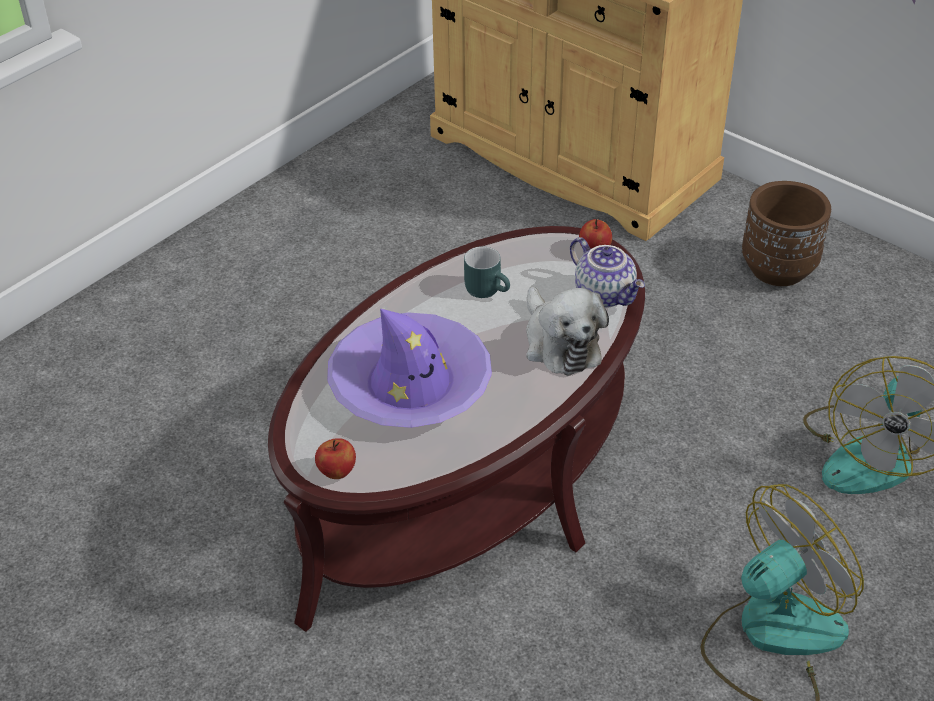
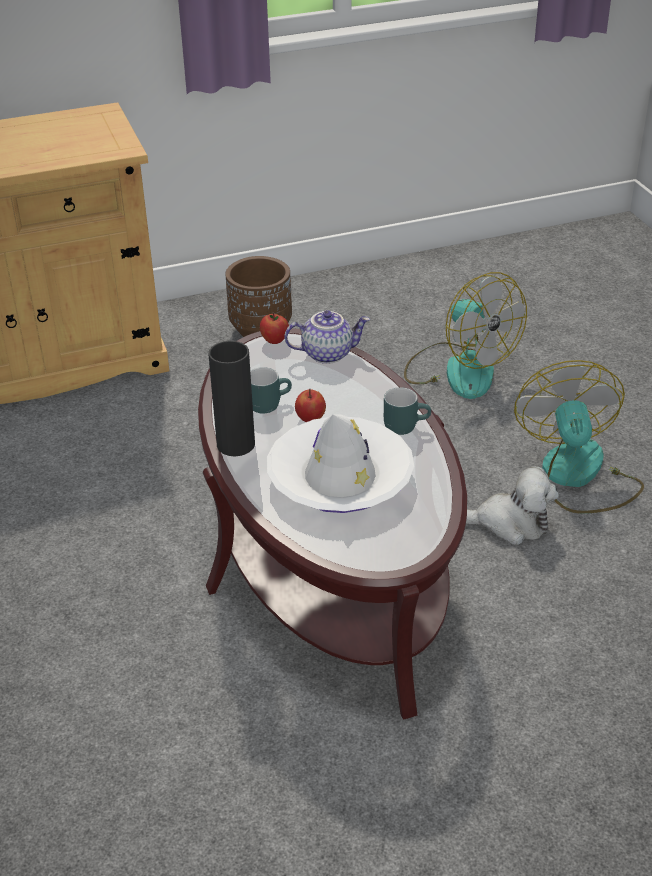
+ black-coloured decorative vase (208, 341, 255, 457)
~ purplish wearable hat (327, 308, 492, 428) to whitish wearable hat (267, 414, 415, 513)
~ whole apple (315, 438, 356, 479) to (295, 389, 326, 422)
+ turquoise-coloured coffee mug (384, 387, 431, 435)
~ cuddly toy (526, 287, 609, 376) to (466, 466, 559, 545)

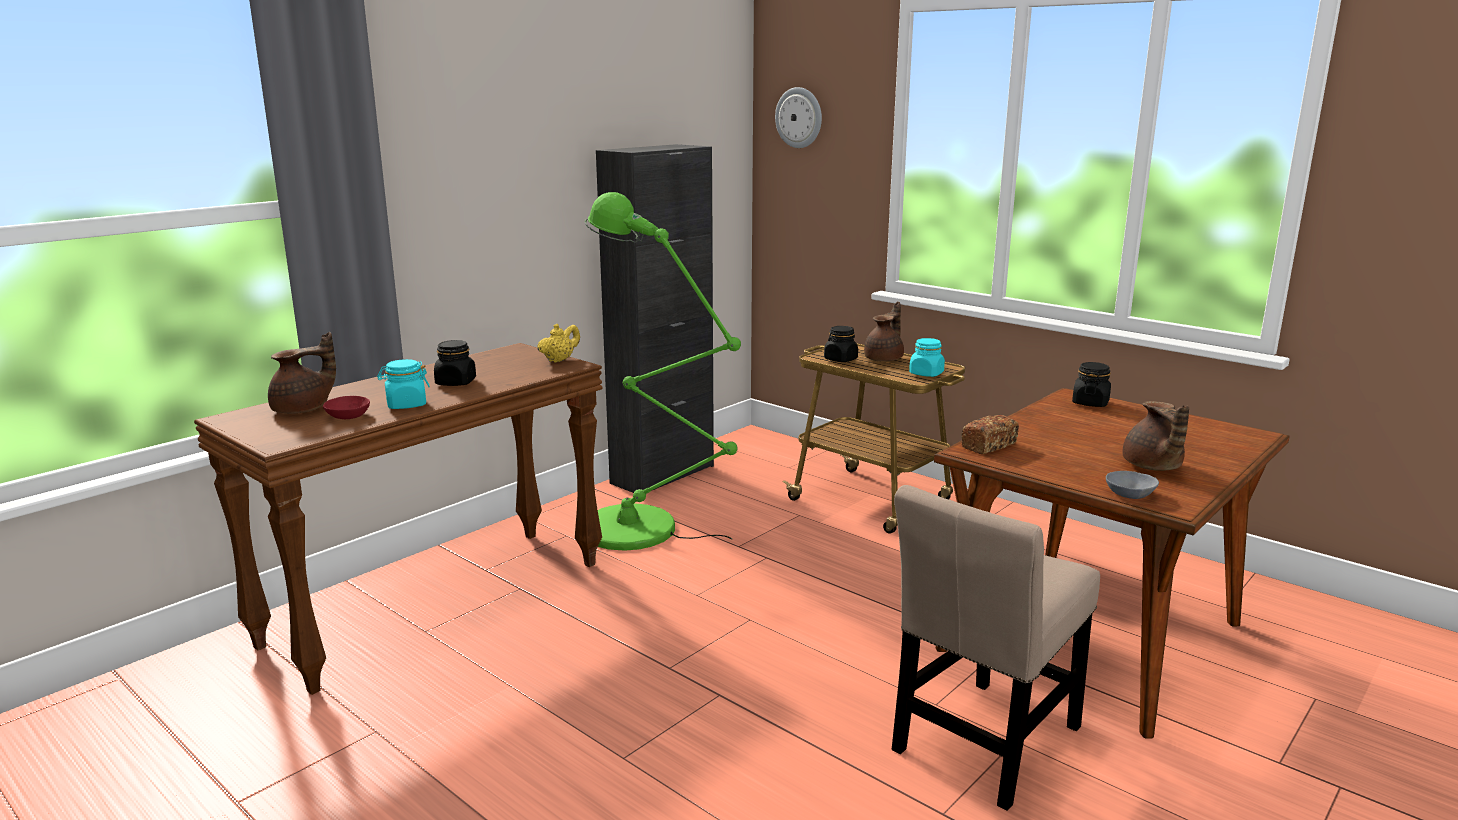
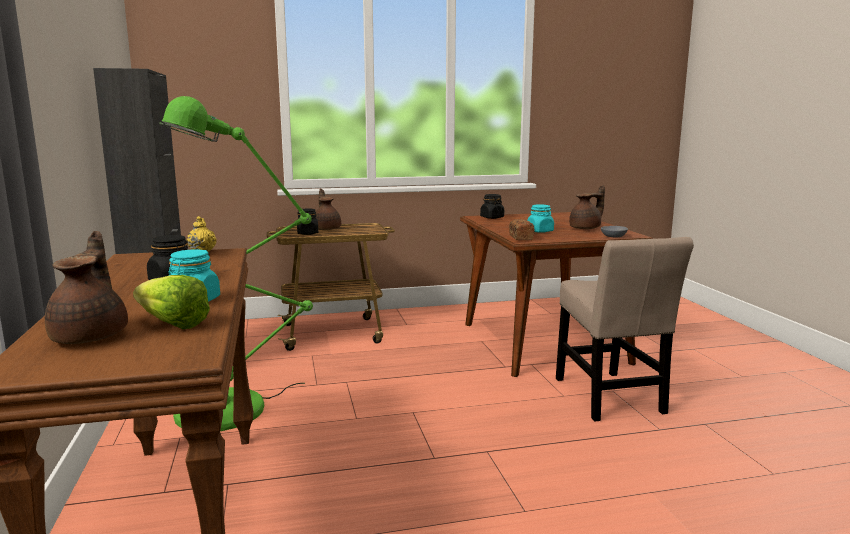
~ reddish serving bowl (323, 396, 370, 419) to head of lettuce (133, 275, 210, 329)
~ turquoise-coloured storage jar (909, 338, 945, 377) to (527, 204, 554, 233)
~ brown pot for tea (1122, 401, 1189, 471) = (569, 185, 605, 229) 60 degrees counterclockwise
- wall clock (775, 87, 822, 148)

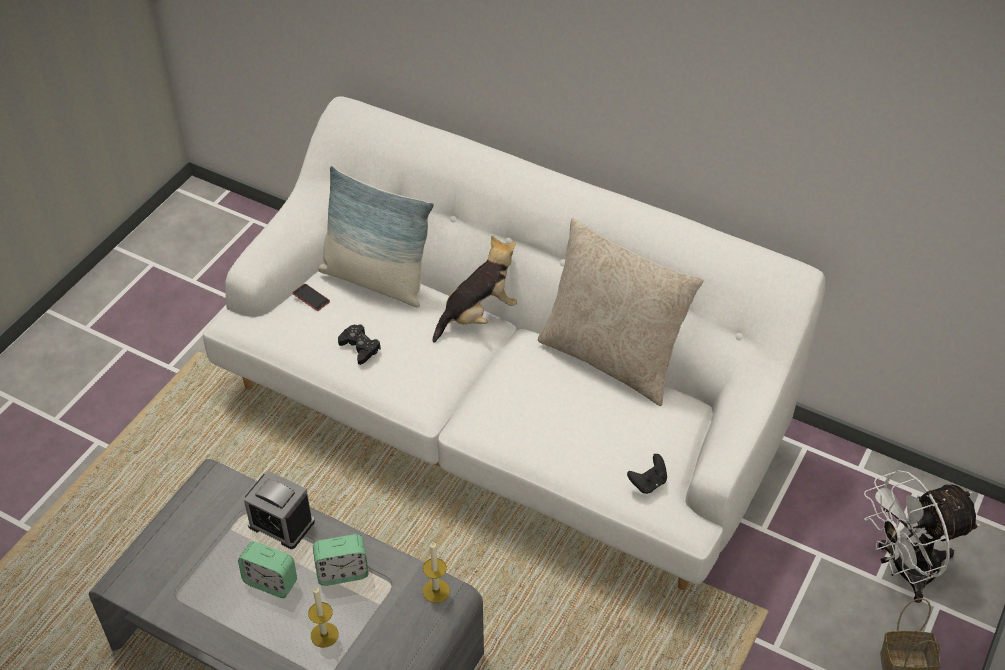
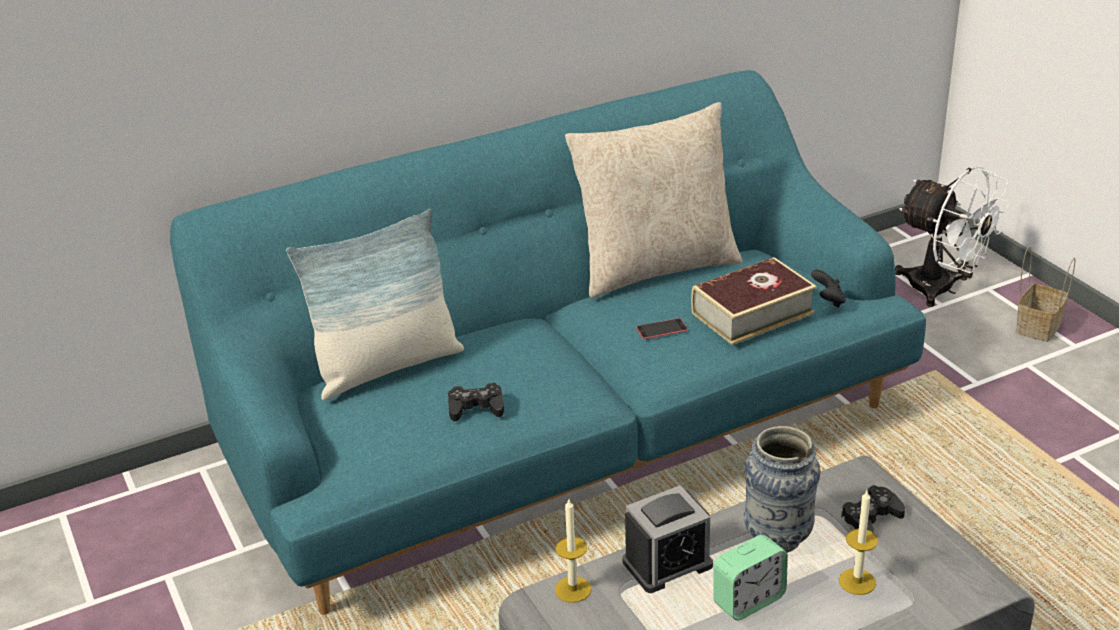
~ whitish couch (203, 96, 826, 590) to turquoise-coloured couch (170, 70, 926, 615)
~ wax candle (423, 542, 450, 603) to (555, 499, 591, 603)
~ handset (292, 284, 330, 311) to (636, 318, 687, 339)
+ volume (691, 257, 817, 345)
~ table clock (313, 534, 369, 586) to decorative vase (744, 426, 820, 553)
+ black-coloured gamepad (841, 485, 905, 533)
~ whitish cooling fan (864, 470, 980, 603) = (895, 166, 1010, 307) 60 degrees counterclockwise
- cuddly toy (433, 235, 517, 343)

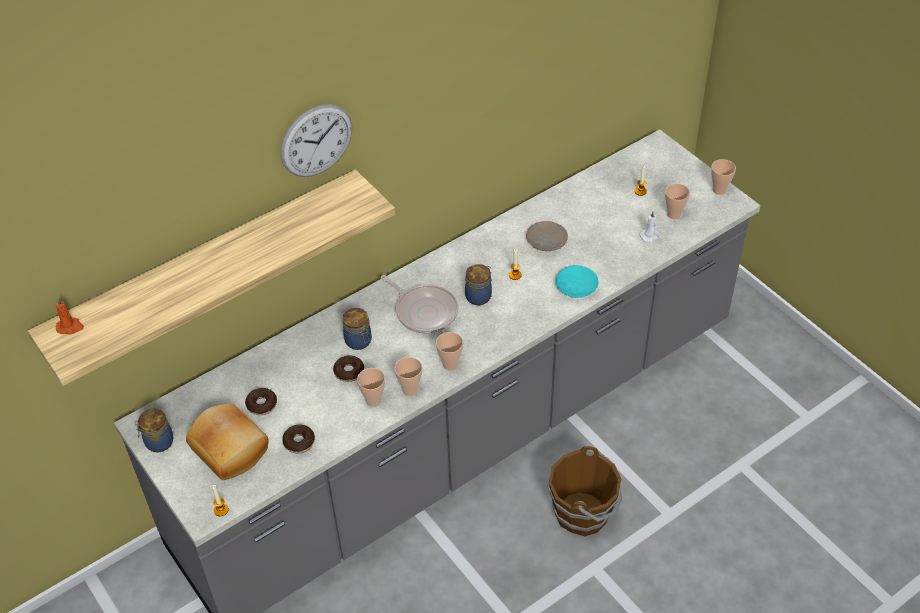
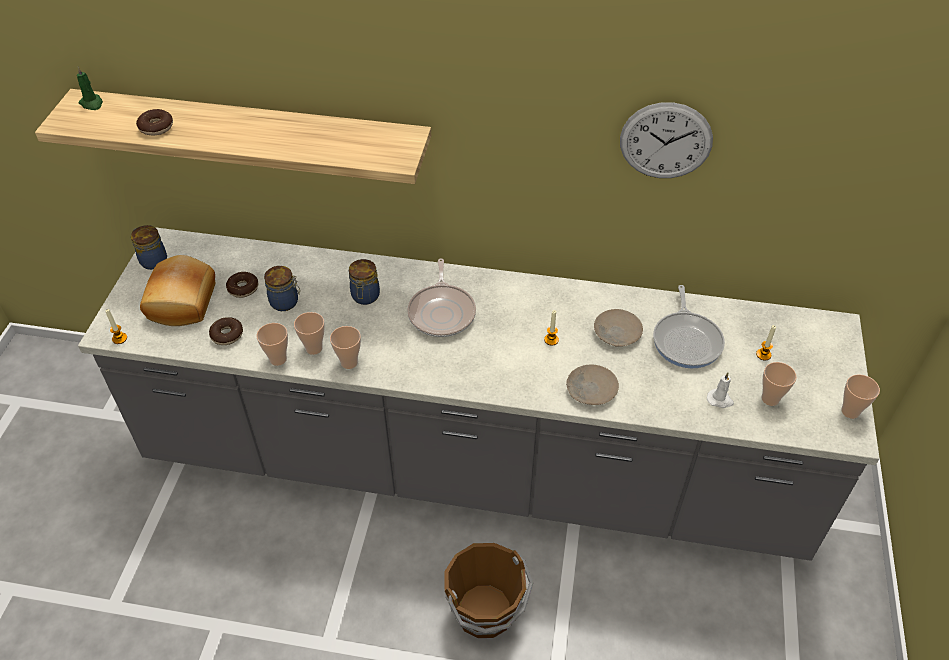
~ orangey wax candle (55, 298, 84, 335) to green-coloured wax candle (77, 66, 103, 110)
~ ring doughnut (333, 355, 364, 382) to (136, 109, 173, 135)
~ cup (436, 332, 463, 371) to (256, 323, 288, 366)
~ storage jar (465, 264, 492, 305) to (264, 266, 300, 311)
~ turquoise-coloured flat dish (555, 265, 598, 298) to beige-coloured flat dish (566, 365, 619, 405)
~ wall clock (281, 104, 352, 177) to (620, 102, 713, 178)
+ frying pan (653, 285, 725, 369)

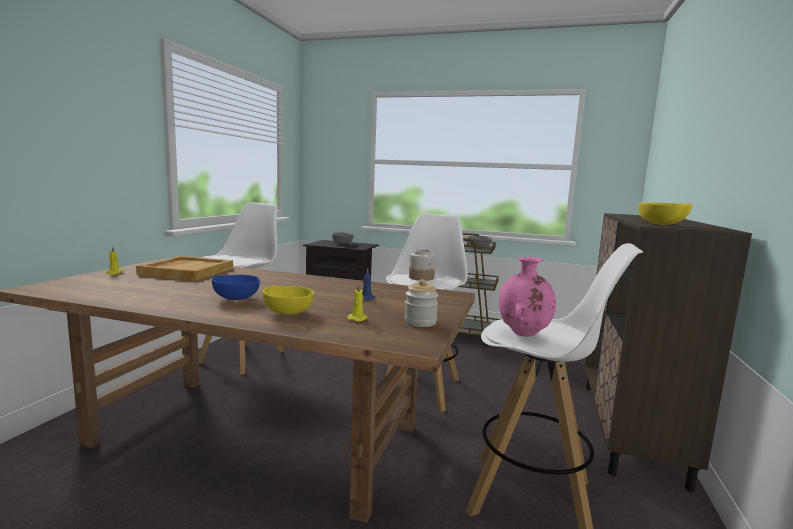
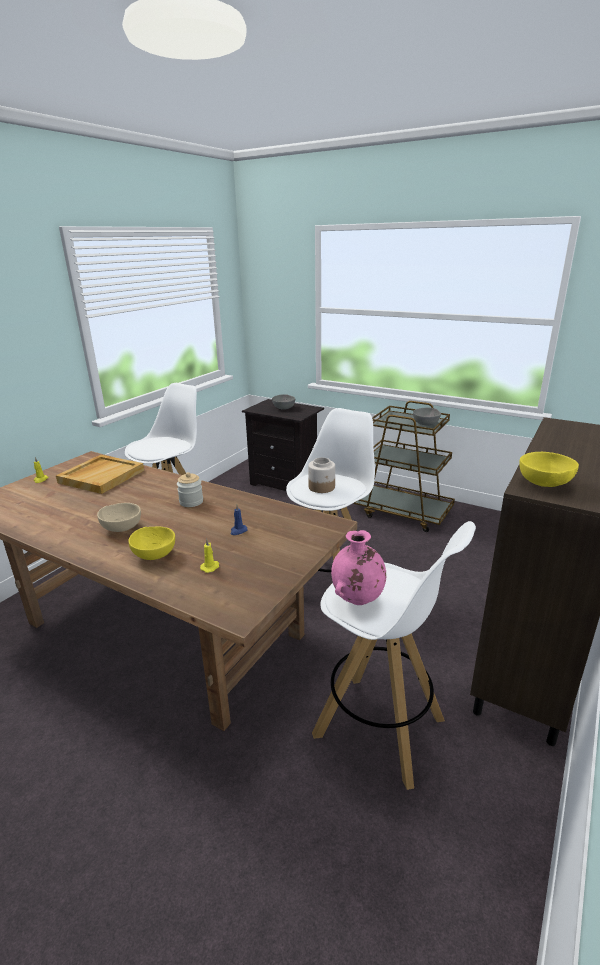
~ blue serving bowl (212, 275, 260, 300) to beige-coloured serving bowl (97, 503, 141, 532)
~ storage jar (404, 279, 438, 327) to (177, 472, 203, 507)

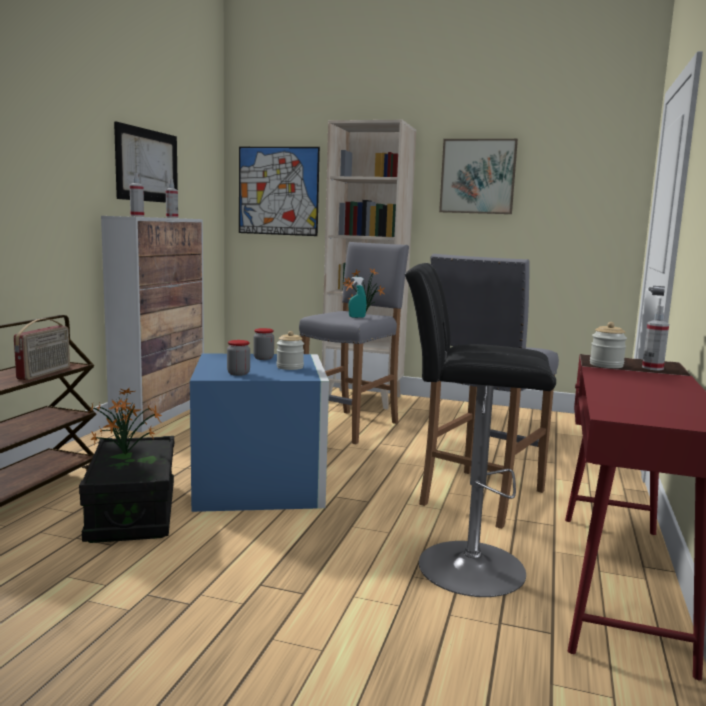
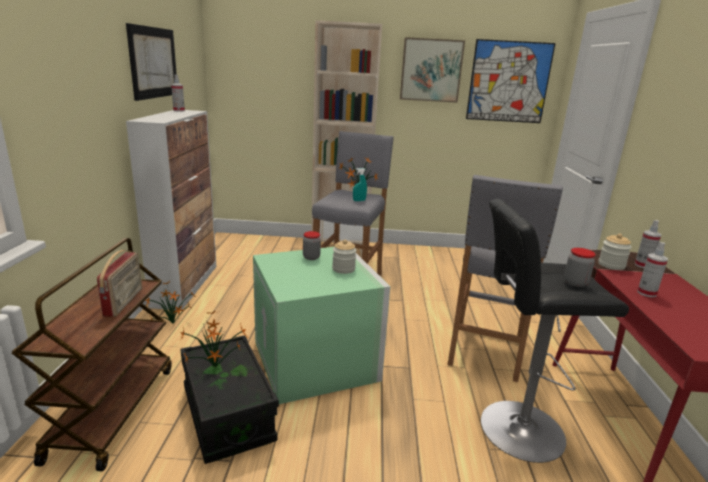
~ blue storage bin (190, 353, 329, 512) to green-coloured storage bin (253, 247, 390, 404)
~ wall art (239, 147, 320, 236) to (466, 39, 556, 123)
~ storage jar (227, 340, 250, 376) to (564, 248, 596, 287)
~ hand sprayer (130, 173, 144, 217) to (637, 242, 668, 297)

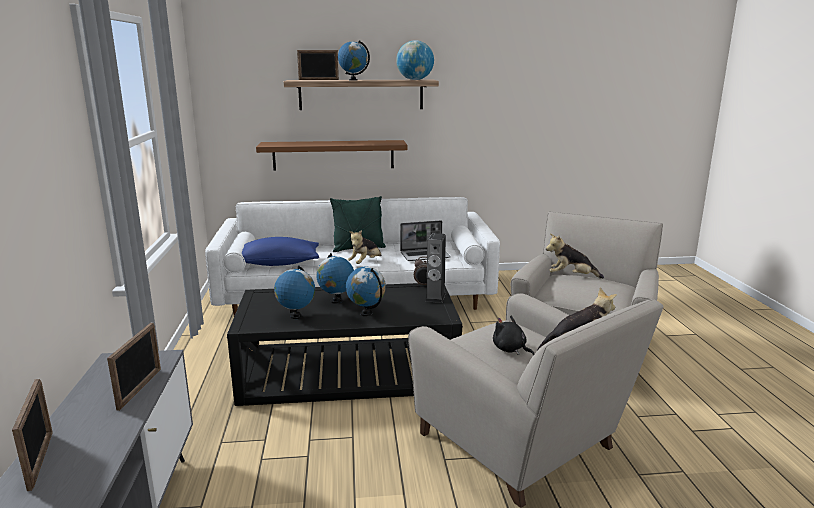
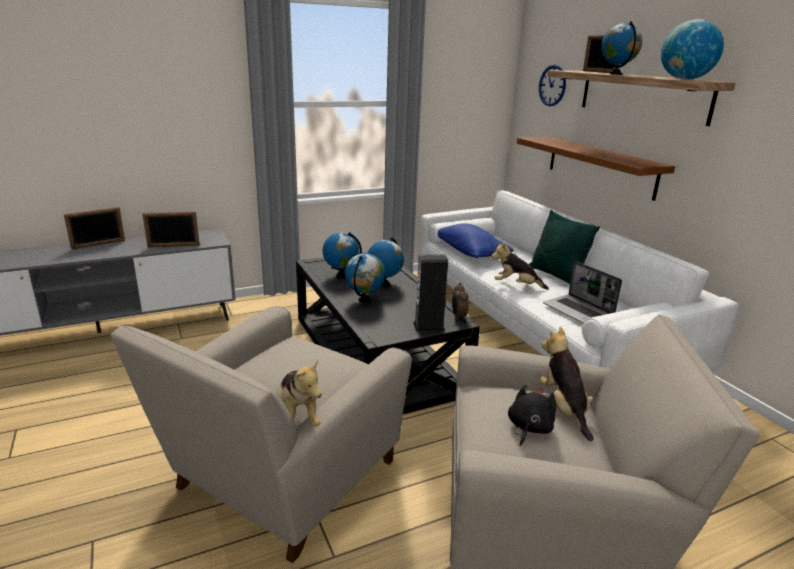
~ black-coloured cuddly toy (493, 316, 534, 356) to (508, 384, 556, 447)
+ wall clock (539, 65, 566, 106)

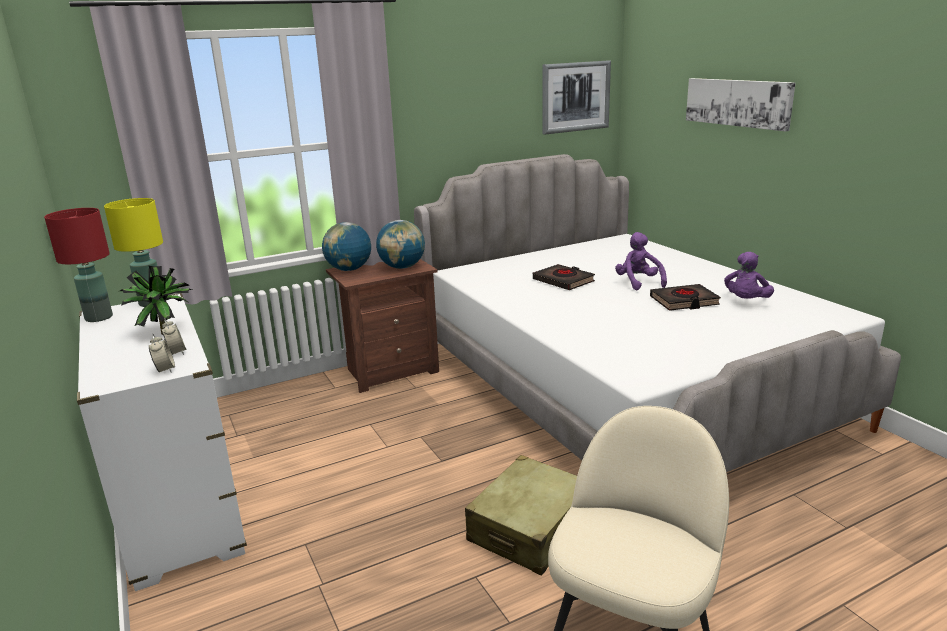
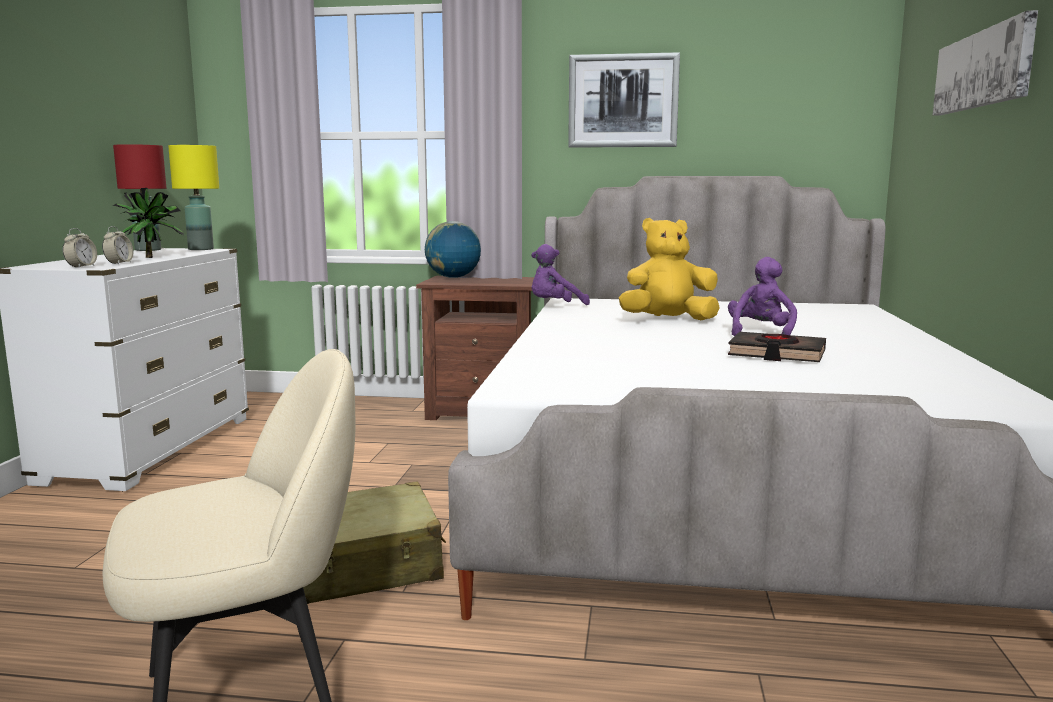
~ purplish cuddly toy (724, 252, 774, 299) to (531, 244, 590, 305)
~ wall art (542, 60, 611, 135) to (568, 52, 680, 147)
~ black-coloured volume (533, 264, 595, 290) to yellow cuddly toy (619, 218, 720, 320)
- globe (376, 220, 425, 269)

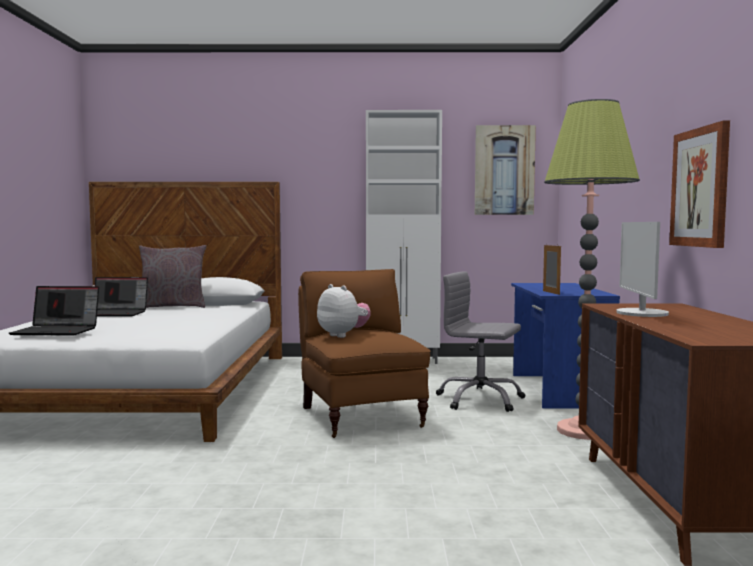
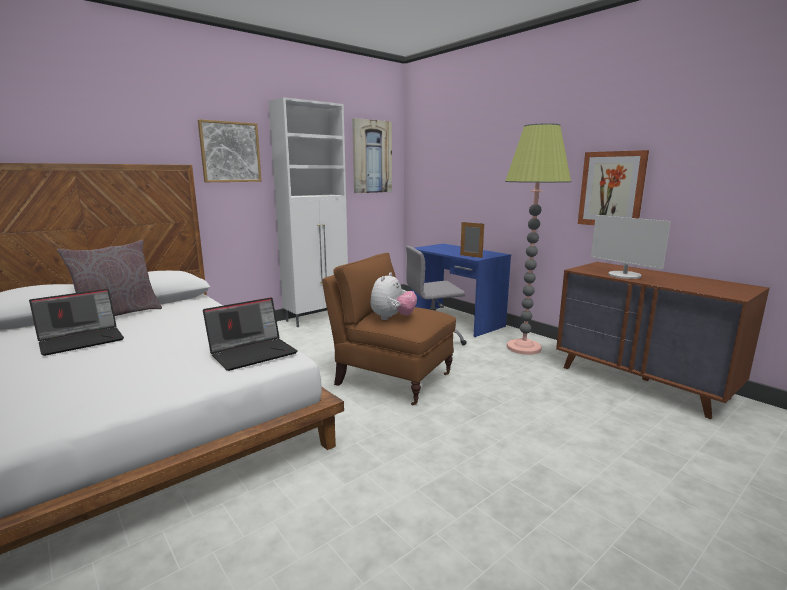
+ wall art (198, 119, 262, 182)
~ laptop (9, 286, 99, 336) to (203, 297, 297, 371)
~ cuddly toy (317, 284, 371, 338) = (370, 272, 417, 320) 105 degrees clockwise

